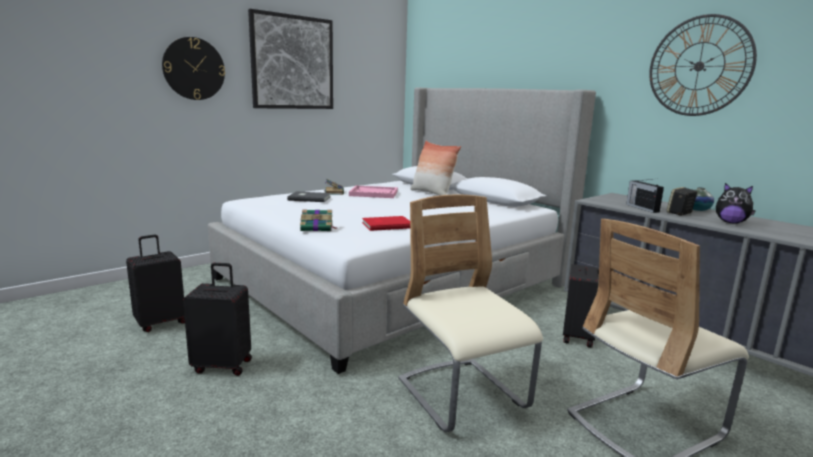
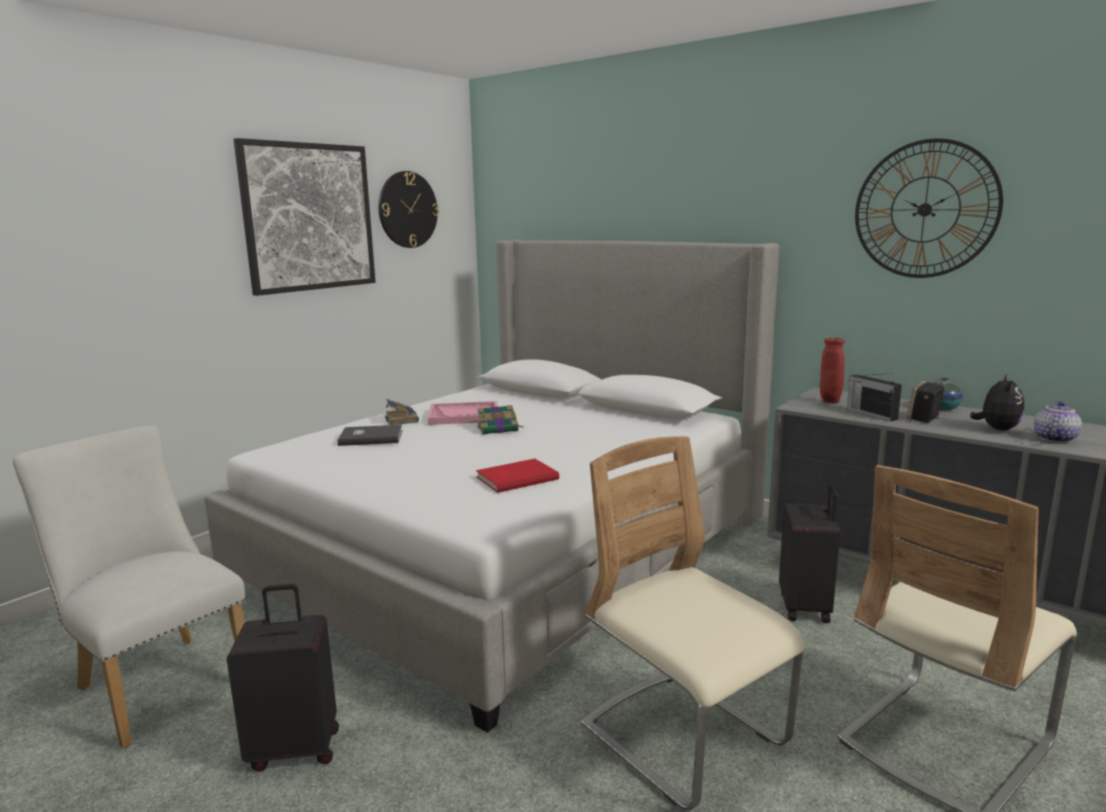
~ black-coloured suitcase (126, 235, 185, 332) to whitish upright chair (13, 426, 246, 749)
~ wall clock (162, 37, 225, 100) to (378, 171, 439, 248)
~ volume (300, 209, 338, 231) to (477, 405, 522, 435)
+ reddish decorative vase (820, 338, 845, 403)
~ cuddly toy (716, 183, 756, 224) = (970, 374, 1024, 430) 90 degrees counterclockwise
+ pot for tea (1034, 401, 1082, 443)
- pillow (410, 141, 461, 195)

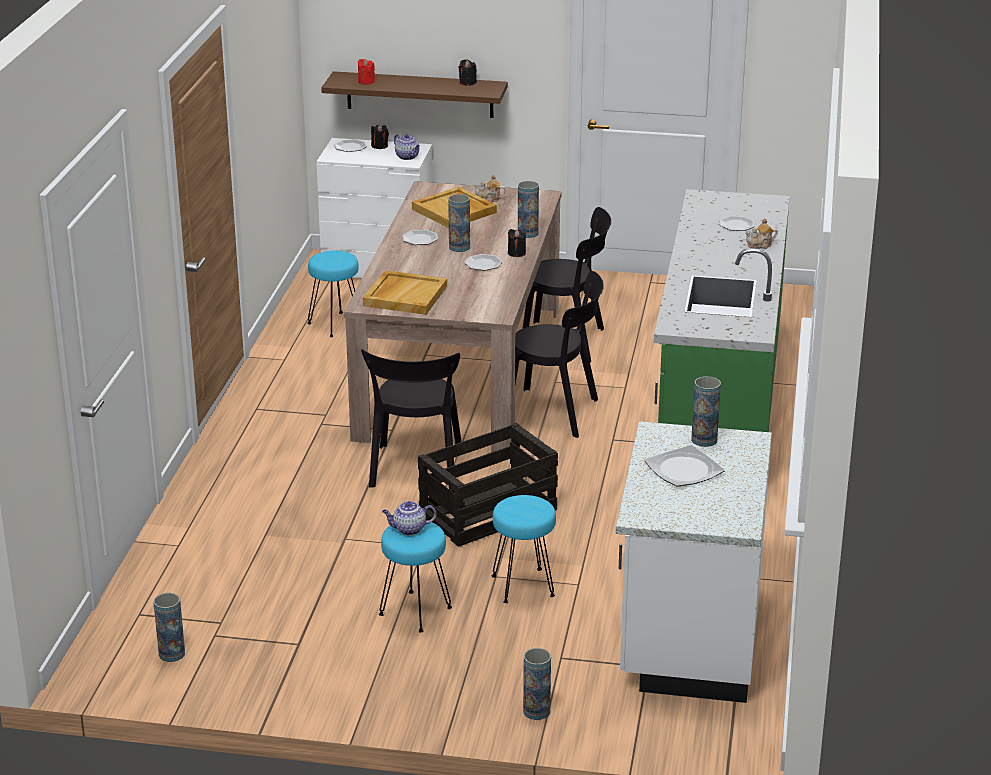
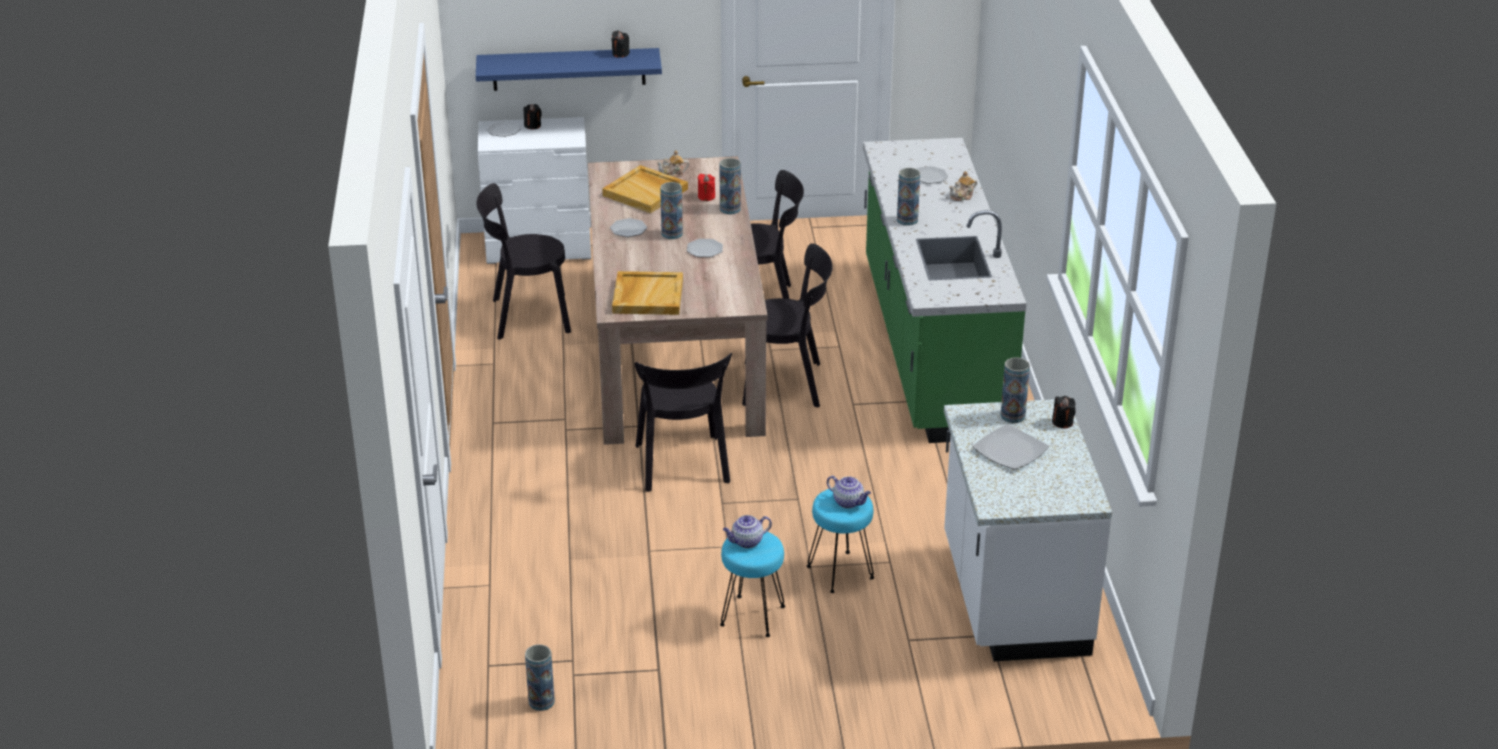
~ brown wall shelf (321, 71, 508, 118) to blue wall shelf (476, 48, 662, 91)
~ turquoise-coloured stool (308, 251, 359, 337) to black-coloured upright chair (476, 183, 571, 340)
~ reddish wax candle (358, 59, 375, 85) to (698, 174, 715, 201)
~ pot for tea (394, 134, 420, 160) to (827, 476, 871, 508)
~ decorative vase (523, 648, 551, 720) to (897, 168, 920, 226)
~ black-coloured wax candle (508, 229, 526, 257) to (1052, 396, 1076, 428)
- packing crate (418, 423, 558, 547)

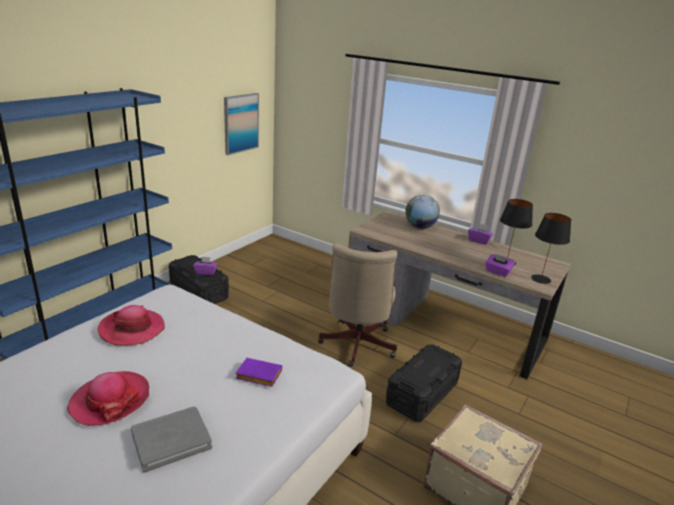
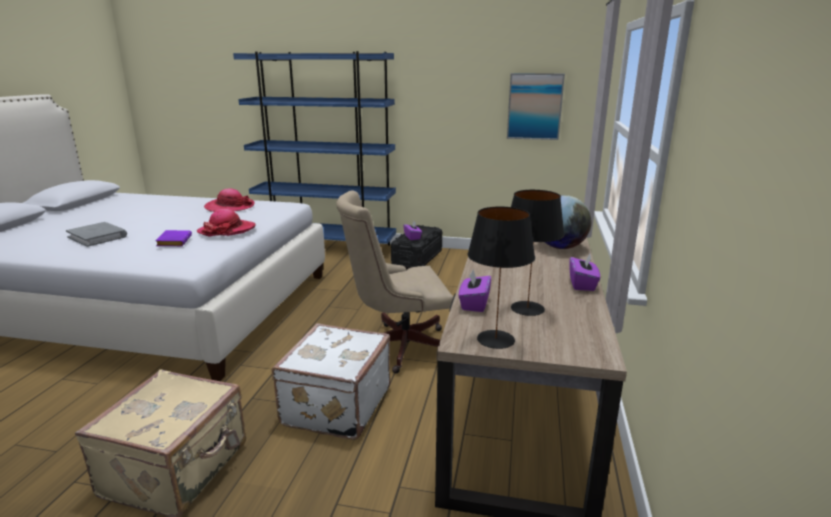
~ wearable hat (67, 371, 149, 426) to (197, 209, 256, 236)
~ black-coloured storage bin (386, 345, 462, 422) to whitish suitcase (272, 323, 390, 440)

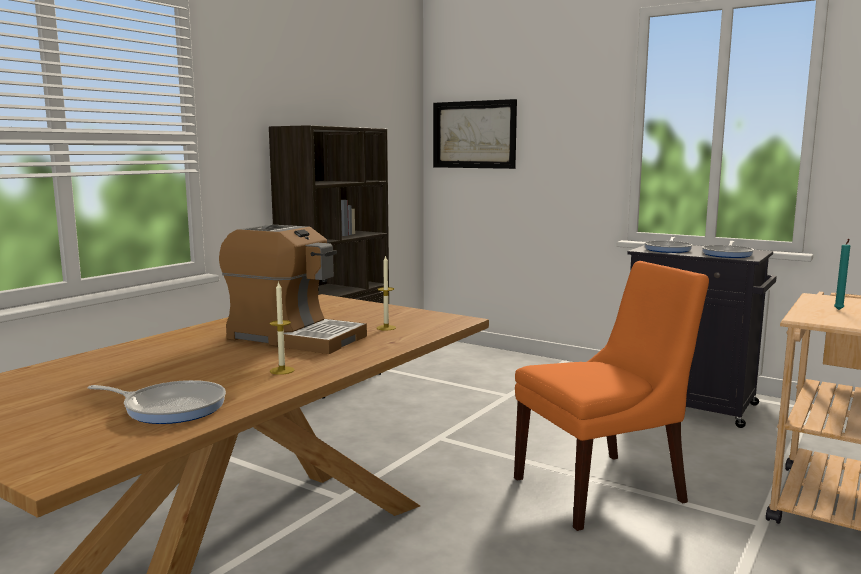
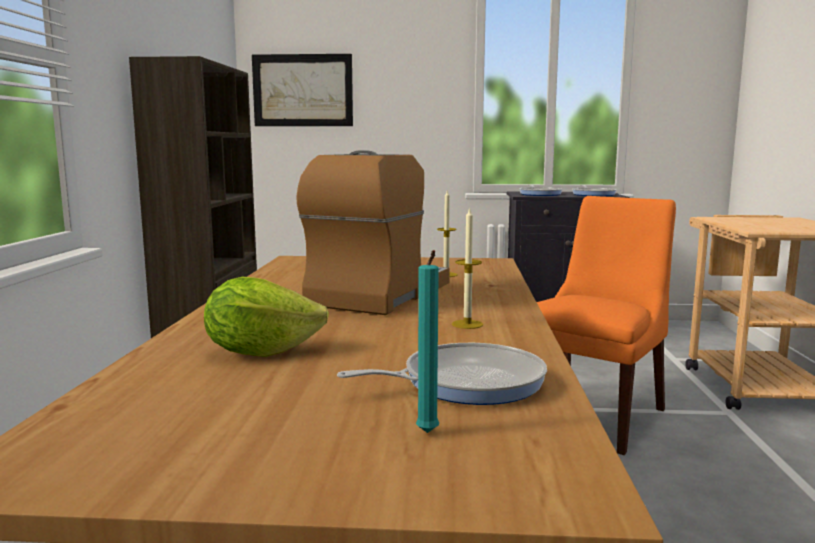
+ head of lettuce (204, 277, 329, 357)
~ coffee maker (219, 224, 367, 354) = (296, 150, 450, 315) 60 degrees counterclockwise
~ turquoise-coloured wax candle (834, 239, 850, 310) to (416, 250, 439, 433)

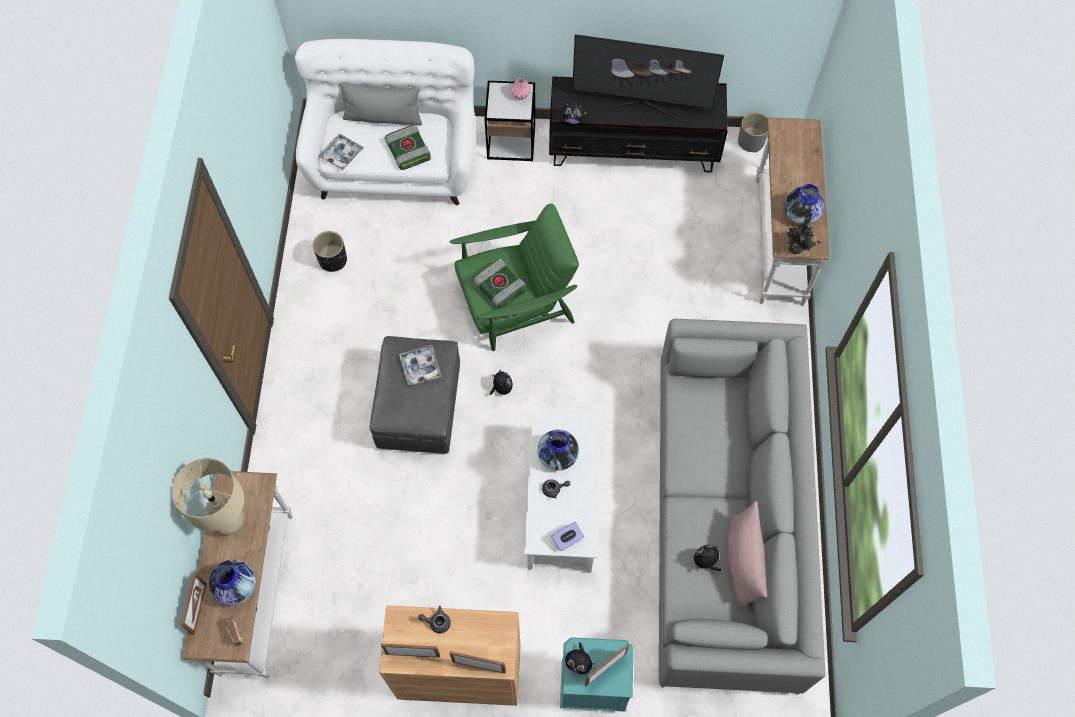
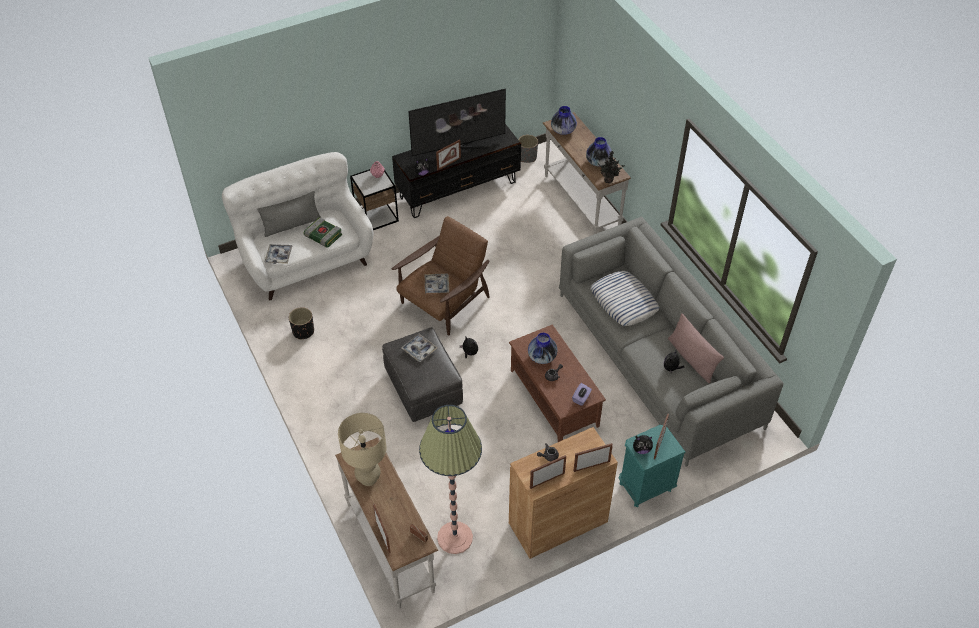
~ green-coloured easy chair (450, 204, 579, 351) to brown easy chair (392, 216, 490, 336)
+ standing lamp (419, 405, 482, 554)
~ volume (472, 258, 526, 308) to serving tray (425, 274, 449, 293)
+ standing frame (436, 139, 461, 170)
~ whitish lounge table (524, 412, 601, 573) to brown lounge table (509, 324, 606, 442)
~ decorative vase (209, 560, 256, 606) to (551, 106, 577, 135)
+ pillow (590, 271, 659, 326)

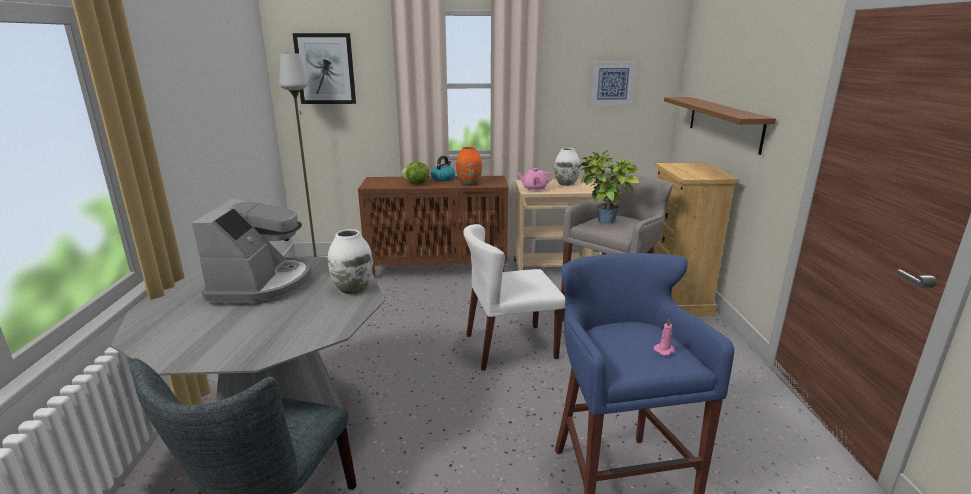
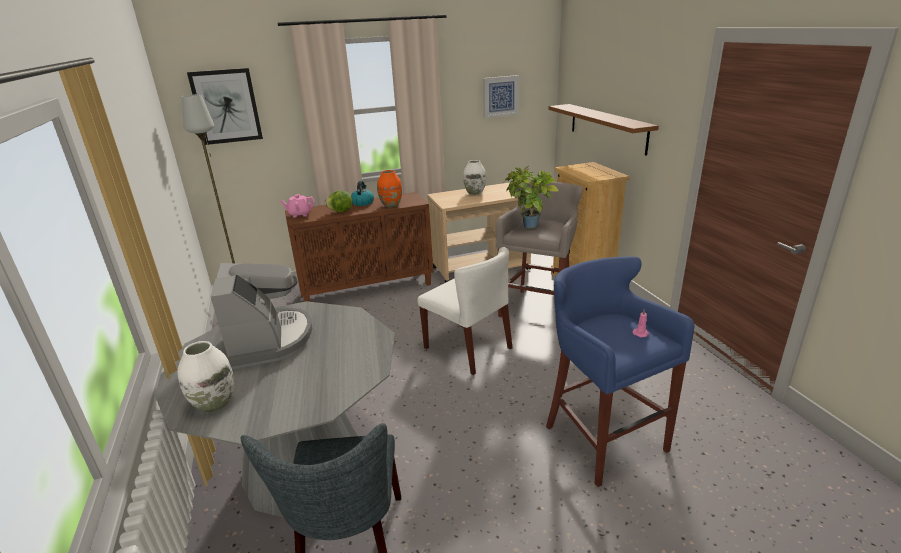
~ whitish decorative vase (328, 229, 373, 294) to (177, 341, 234, 412)
~ pink pot for tea (518, 168, 552, 192) to (280, 194, 315, 218)
~ whitish upright chair (463, 224, 565, 371) = (417, 247, 512, 375) 105 degrees counterclockwise

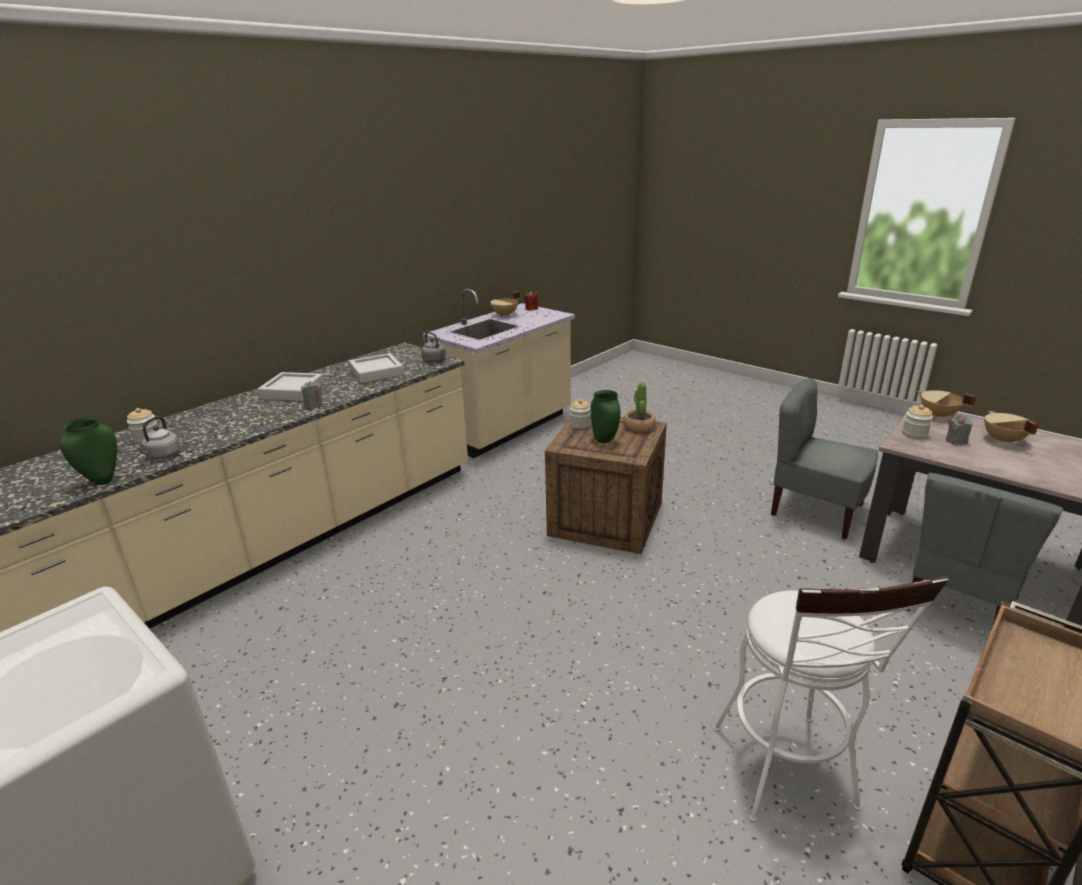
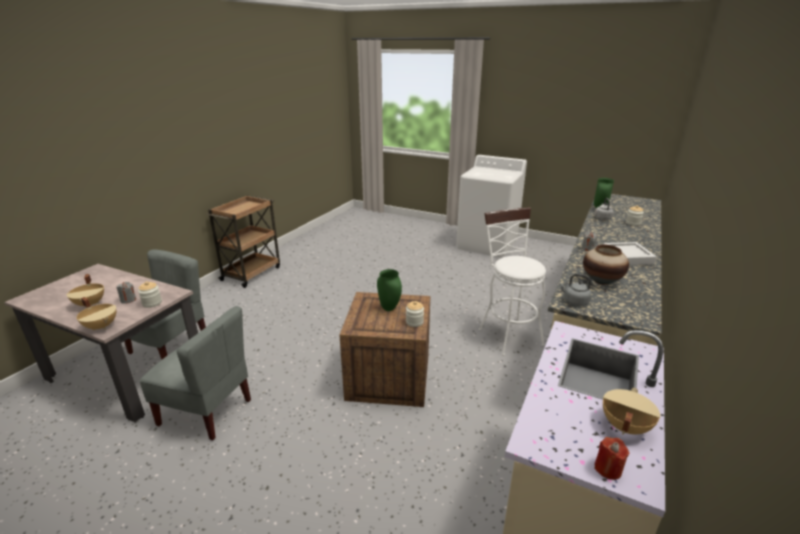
~ whitish stool (713, 576, 949, 822) to (479, 207, 546, 356)
~ grey serving tray (349, 353, 404, 383) to decorative vase (583, 245, 629, 285)
- potted plant (623, 382, 656, 433)

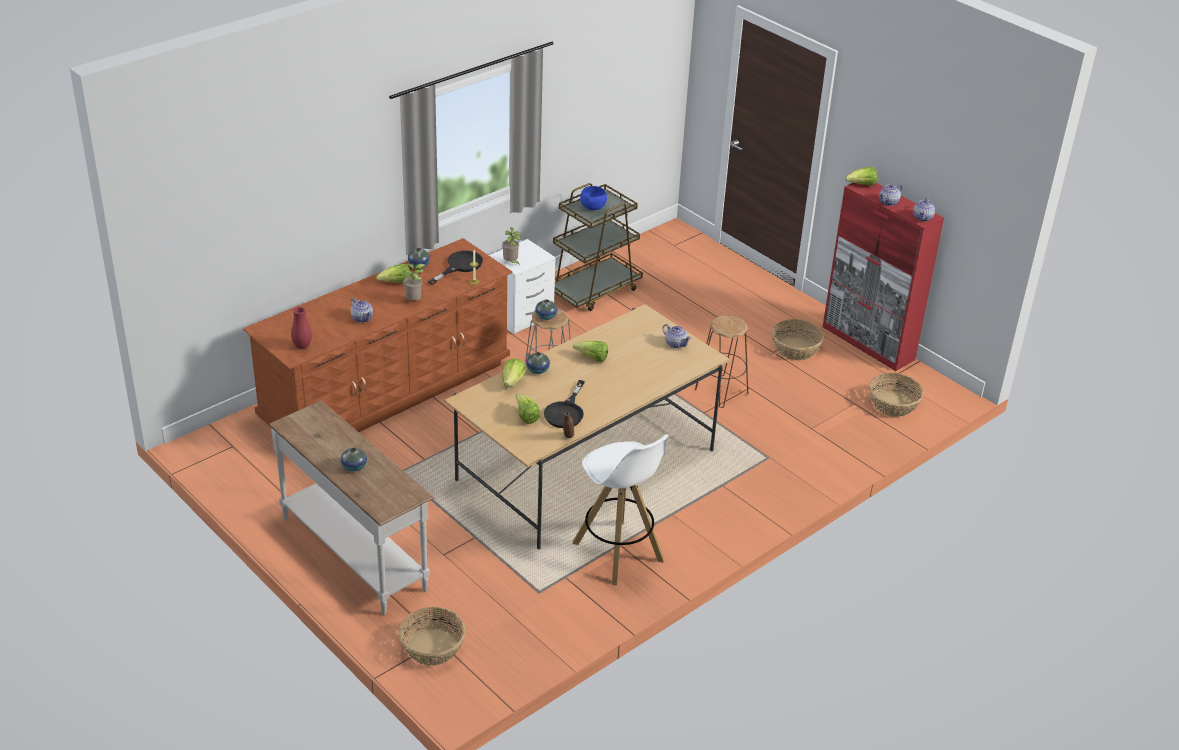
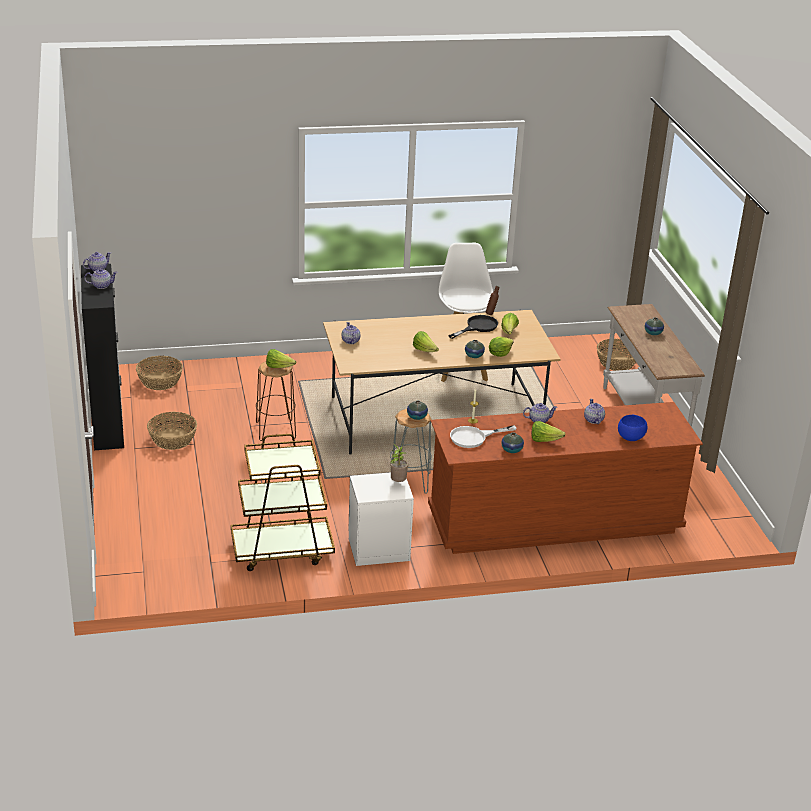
~ reddish cupboard (823, 183, 944, 371) to black-coloured cupboard (81, 264, 124, 450)
~ head of lettuce (845, 167, 877, 186) to (266, 349, 296, 368)
~ black-coloured frying pan (428, 251, 483, 285) to whitish frying pan (450, 425, 516, 448)
~ potted plant (403, 264, 425, 300) to pot for tea (523, 403, 557, 423)
~ blue serving bowl (580, 186, 607, 210) to (618, 415, 647, 441)
- reddish decorative vase (291, 307, 312, 349)

